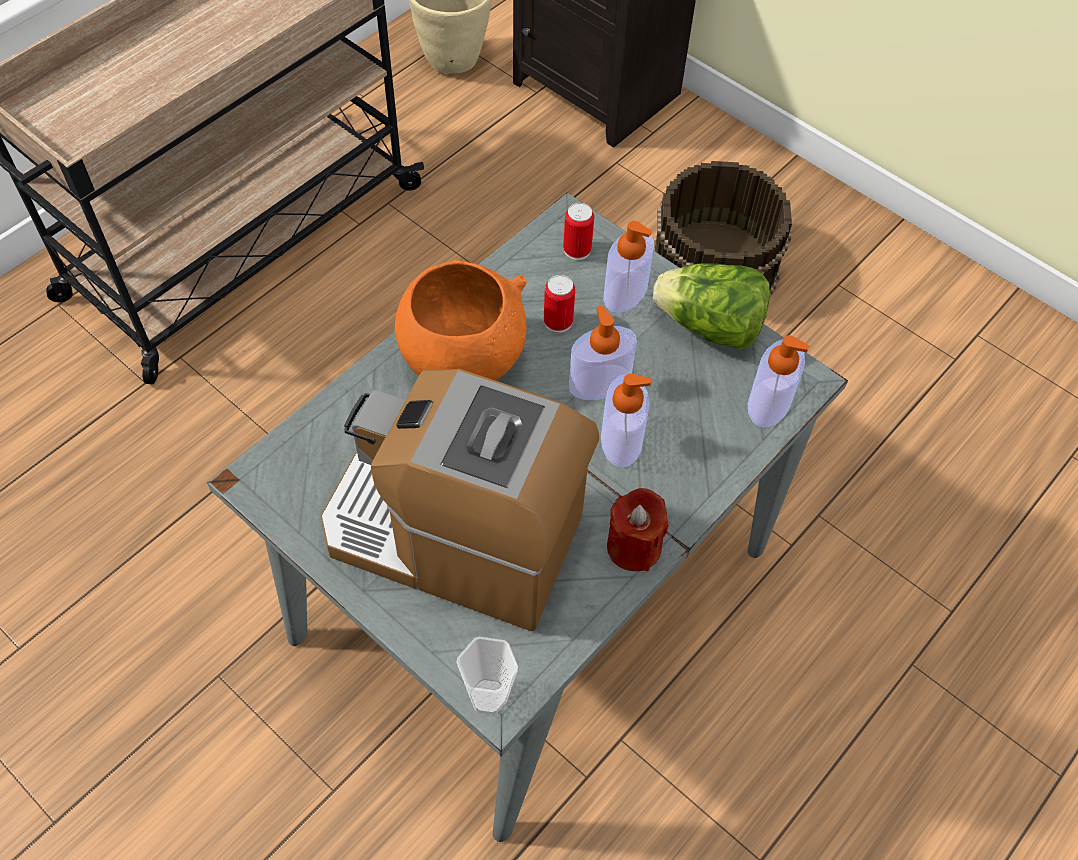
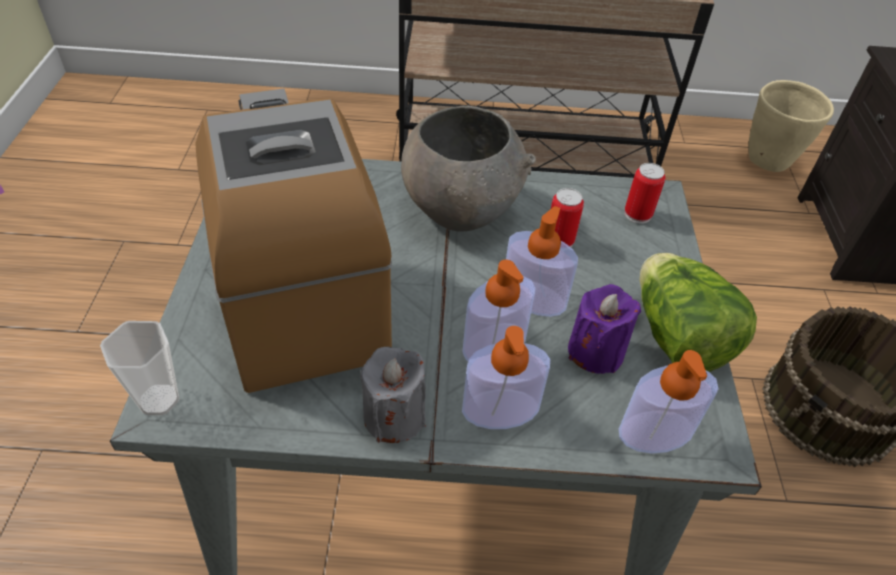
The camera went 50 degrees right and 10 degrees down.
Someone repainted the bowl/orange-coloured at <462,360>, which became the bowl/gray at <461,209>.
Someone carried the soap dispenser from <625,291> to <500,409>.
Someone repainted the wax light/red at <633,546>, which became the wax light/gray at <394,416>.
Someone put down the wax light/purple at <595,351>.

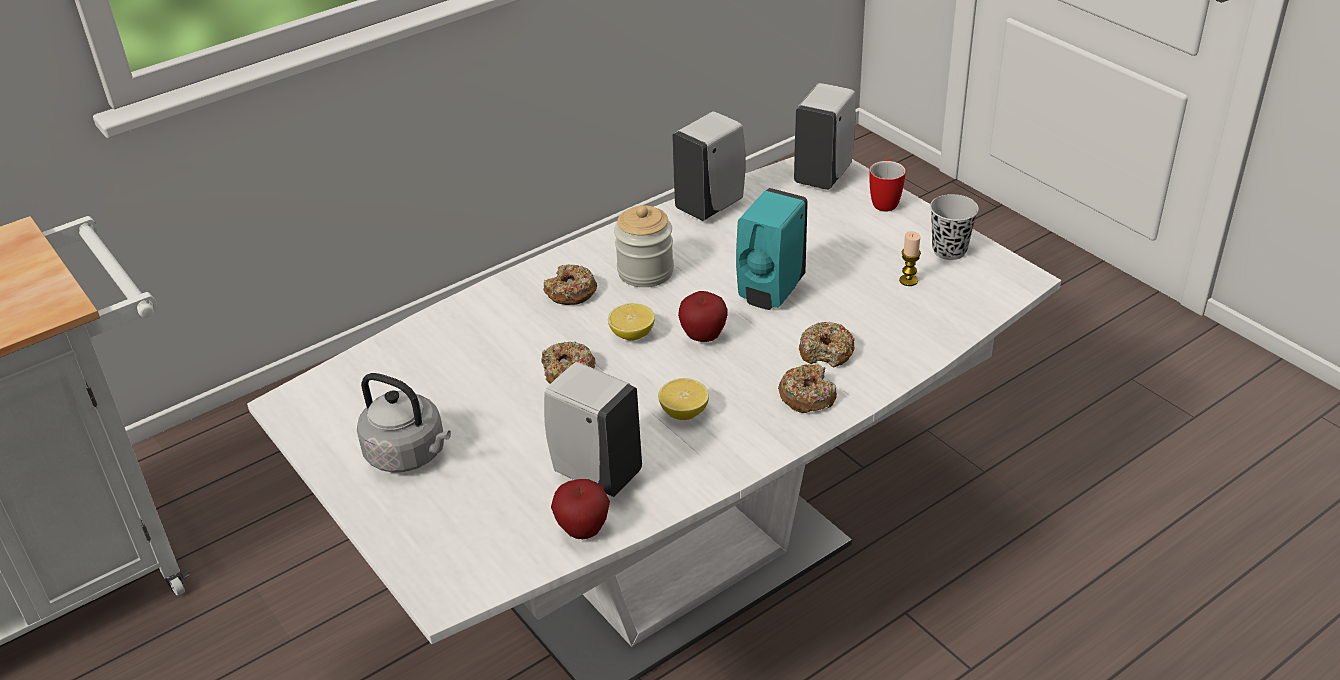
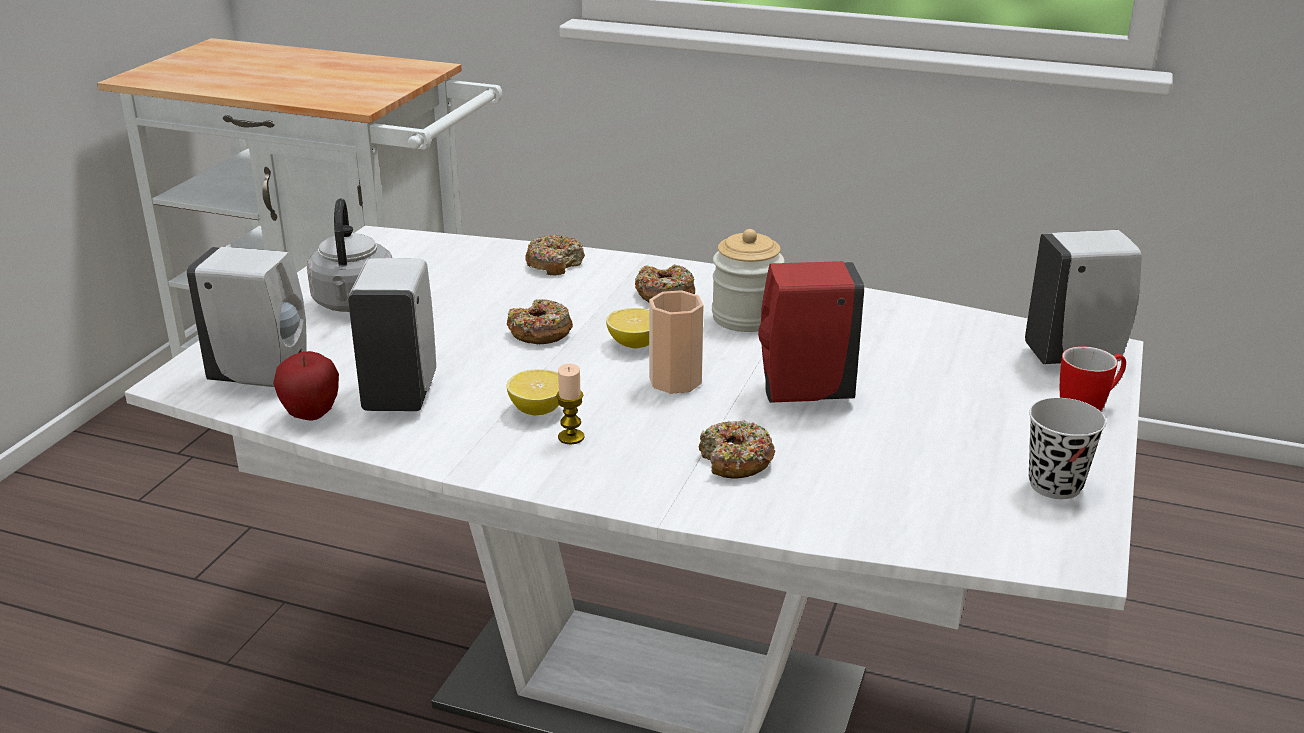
The camera went 55 degrees right and 10 degrees down.
Someone carried the soap dispenser/white from <712,205> to <264,378>.
Someone swapped the apple fruit at <703,337> for the small cup at <675,381>.
Someone repainted the soap dispenser/turquoise-coloured at <770,293>, which became the soap dispenser/red at <801,394>.
Someone carried the donut from <807,396> to <554,264>.
Someone carried the wax light from <908,280> to <571,437>.

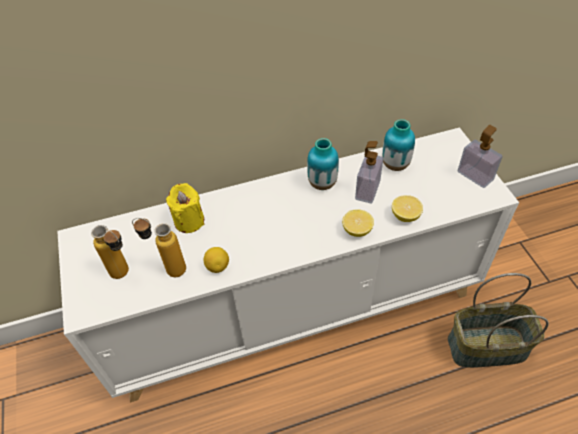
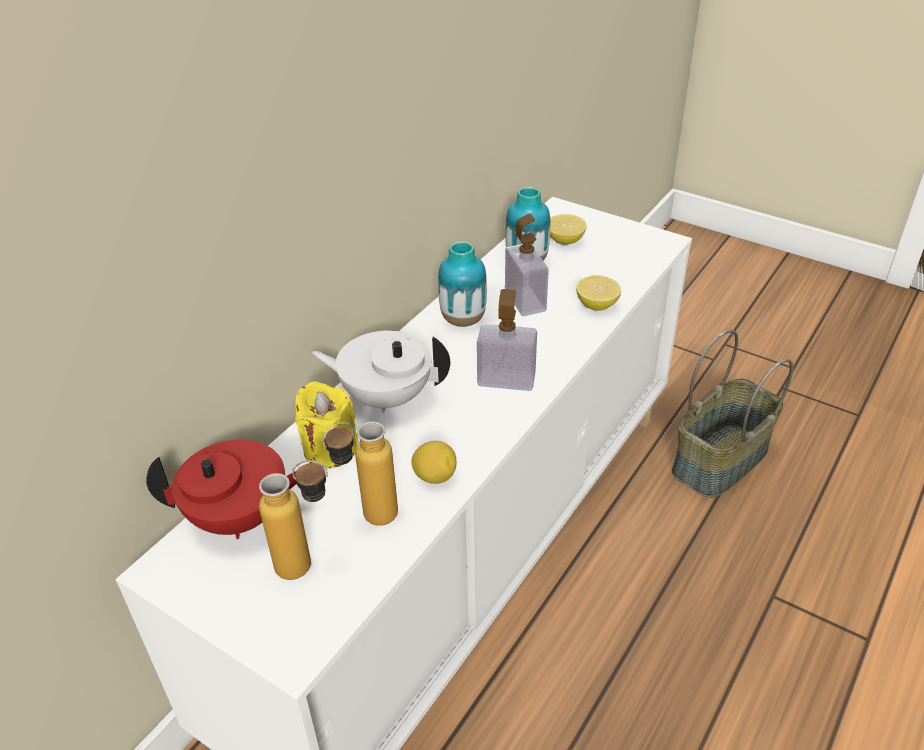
The camera went 40 degrees left and 10 degrees down.
Someone carried the lemon from <357,230> to <565,241>.
Someone carried the soap dispenser from <475,176> to <506,379>.
Someone put down the pot for tea/red at <241,517>.
Someone put down the pot for tea/white at <386,396>.

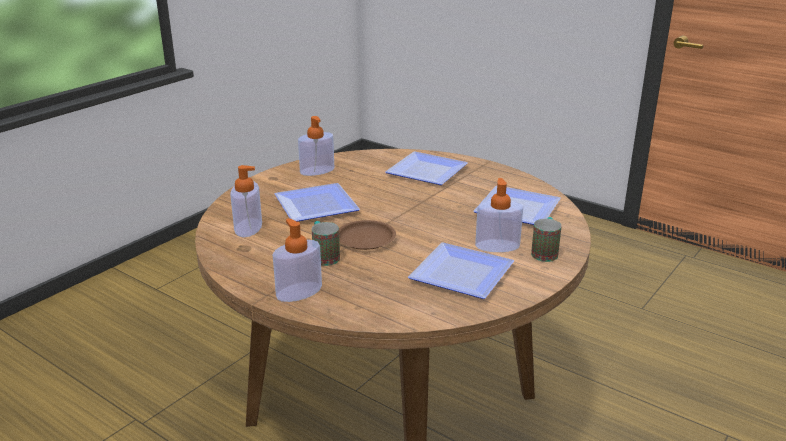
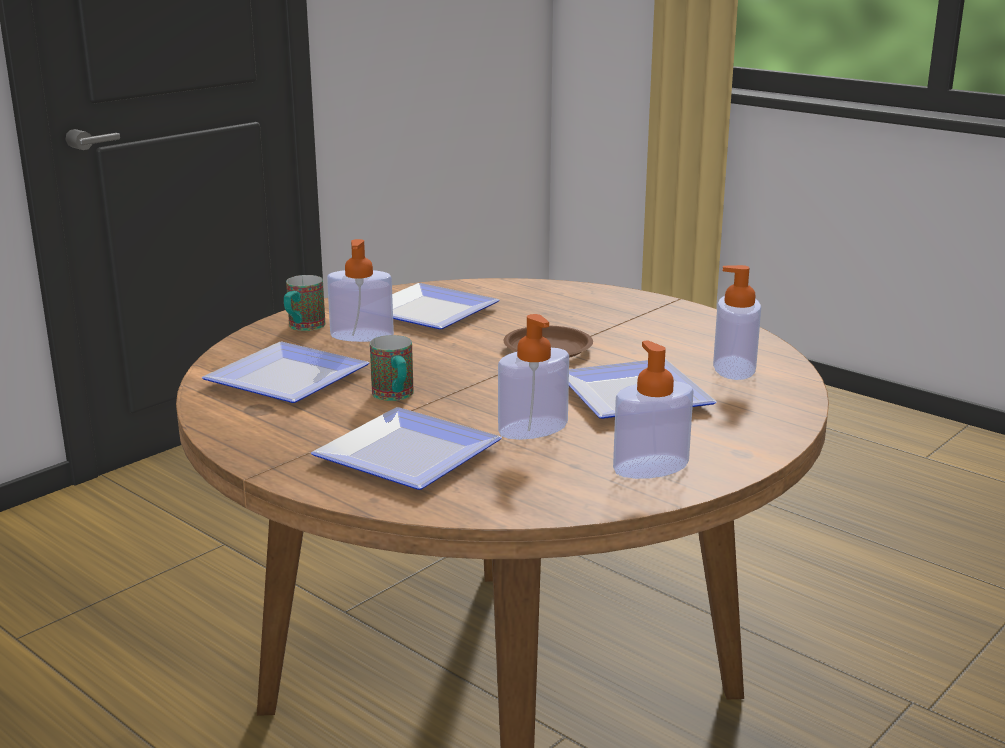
The camera went 175 degrees left and 5 degrees down.
Someone carried the soap dispenser from <299,292> to <533,428>.
Someone carried the tea mug from <324,256> to <395,396>.

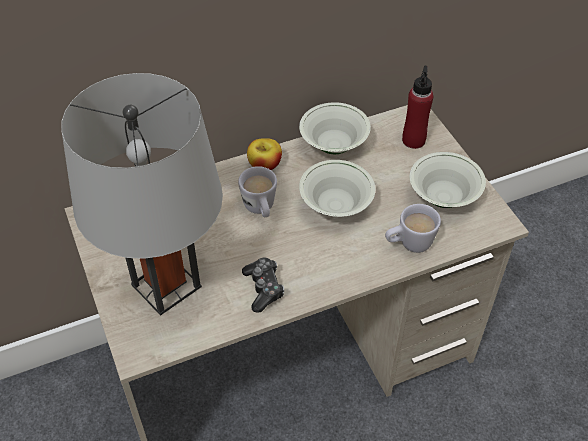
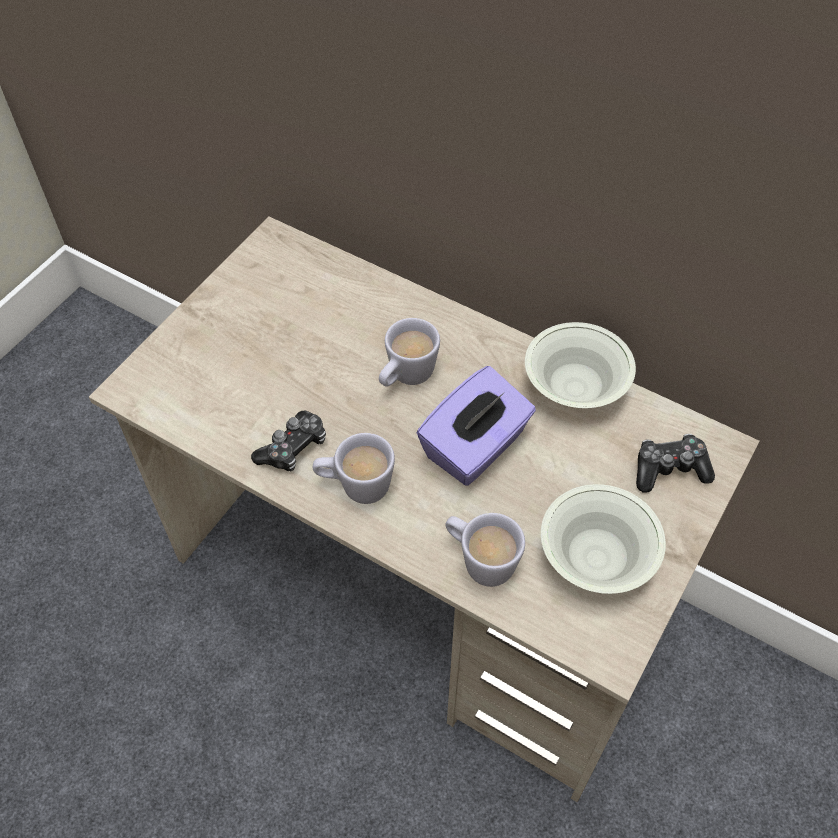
The camera went 55 degrees right and 5 degrees up.
Someone took away the table lamp/gray at <166,286>.
Someone took away the apple fruit at <264,165>.
Someone swapped the bowl/white at <335,206> for the box of tissues/purple at <475,447>.
Someone swapped the drink bottle/red at <413,140> for the gamepad at <669,469>.
Someone put down the tea mug/white at <355,486>.

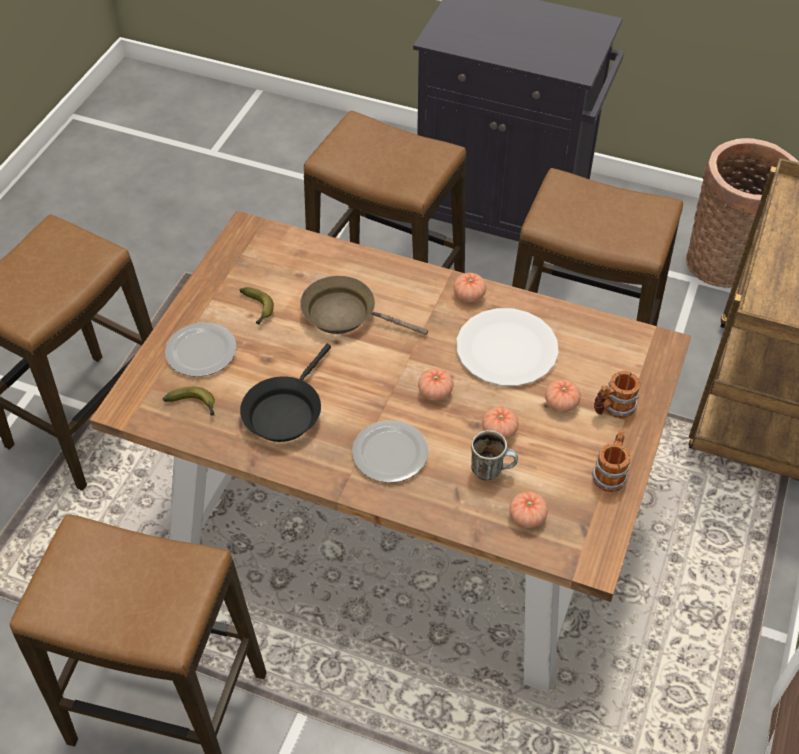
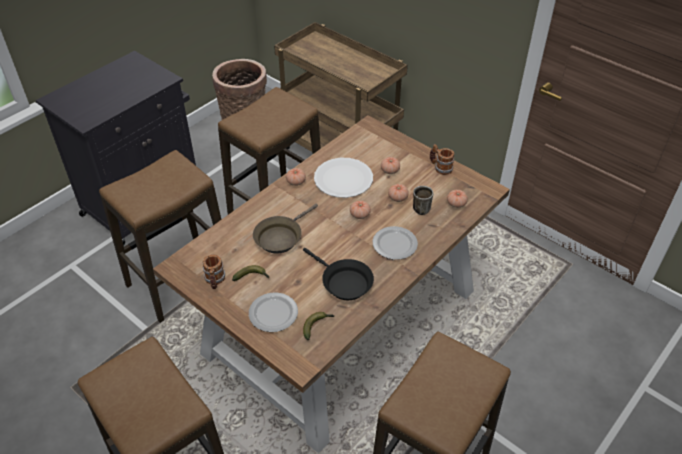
The camera went 70 degrees left and 5 degrees down.
Someone carried the tea mug from <613,408> to <215,281>.

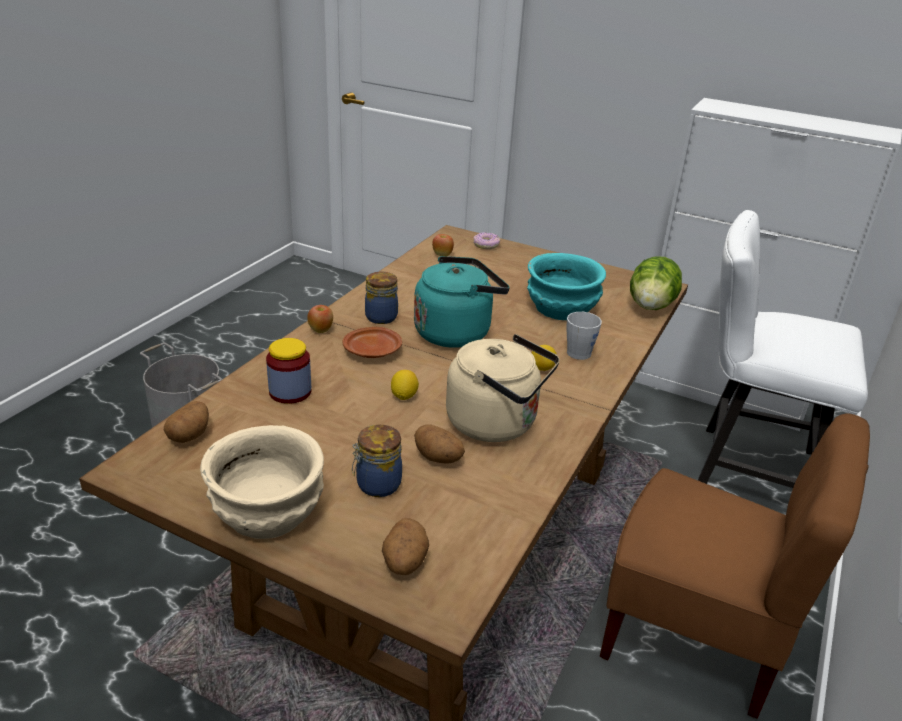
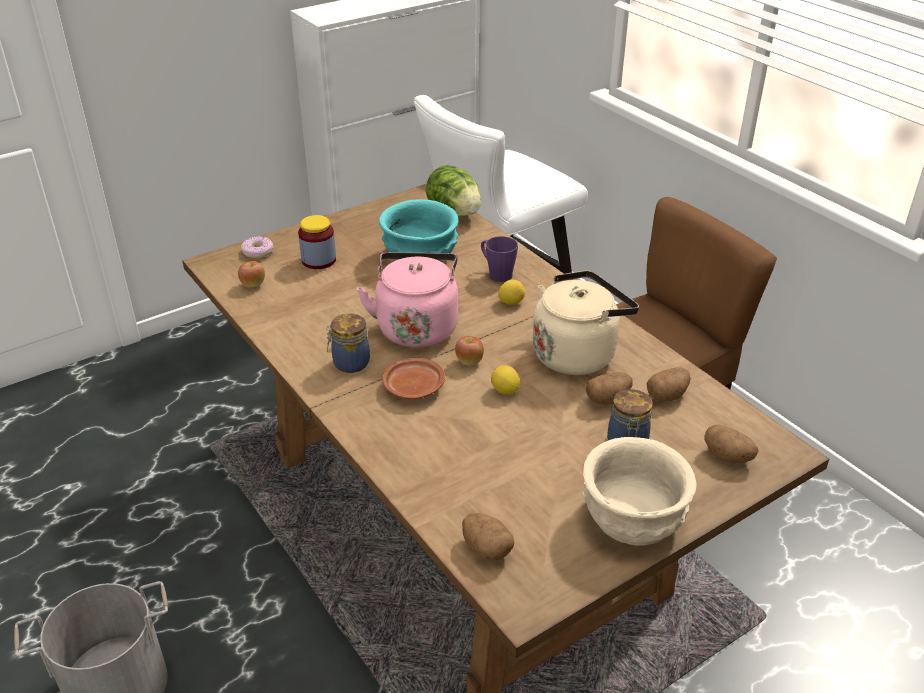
The camera went 60 degrees left and 5 degrees up.
Someone carried the storage jar from <290,392> to <319,260>.
Someone carried the apple fruit from <321,330> to <469,362>.
Someone repainted the tea kettle/turquoise-coloured at <456,332>, which became the tea kettle/pink-coloured at <417,327>.
Someone repainted the tea mug/gray at <579,350>, which became the tea mug/purple at <497,273>.
Someone put down the potato at <667,395>.

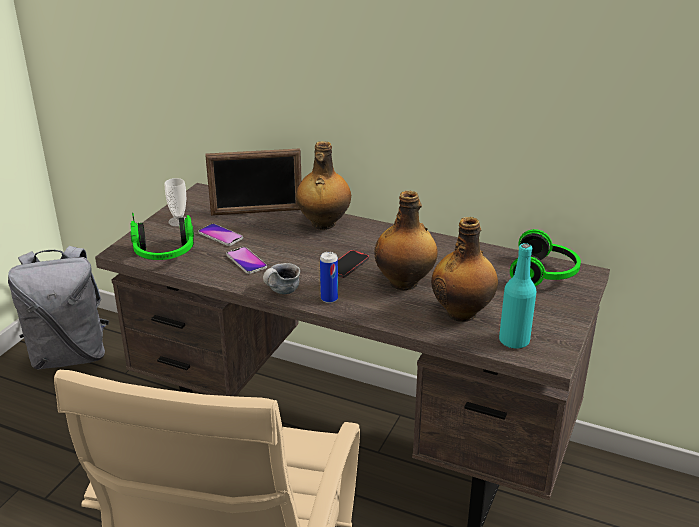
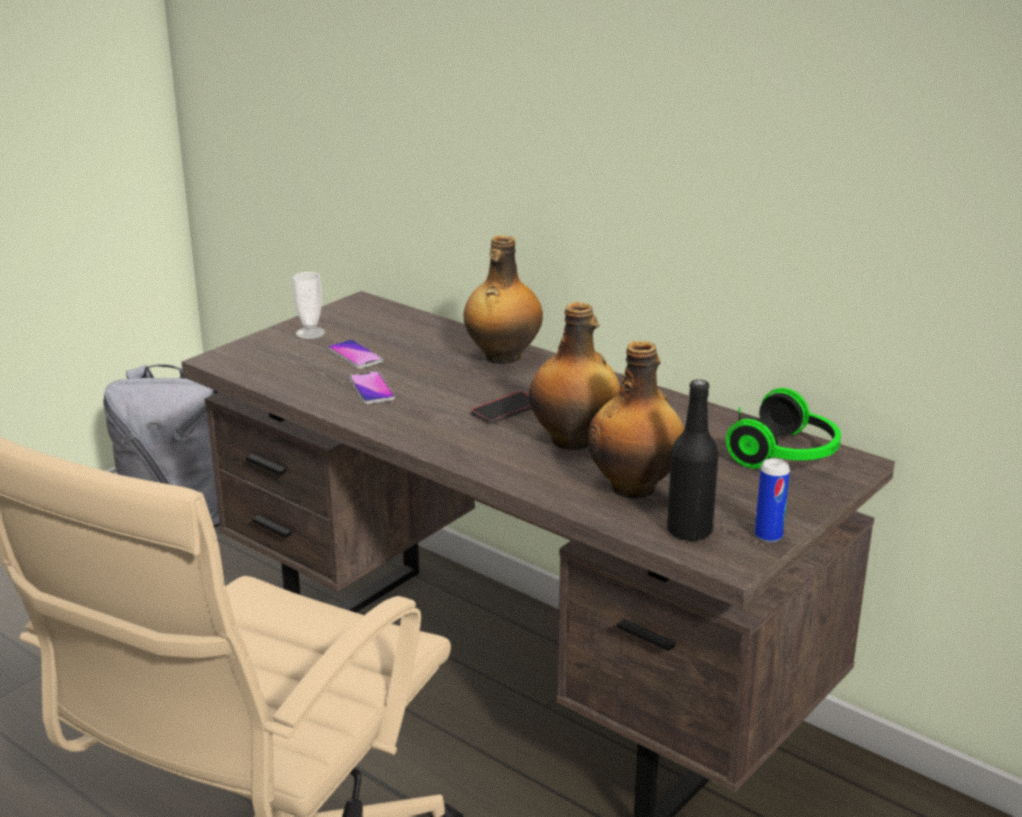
The camera went 15 degrees right and 5 degrees down.
Someone took away the pair of headphones at <164,255>.
Someone took away the picture frame at <257,212>.
Someone took away the tea mug at <282,292>.
Someone carried the sealed can from <329,299> to <768,536>.
Someone repainted the drink bottle/turquoise-coloured at <514,341>, which became the drink bottle/blackish at <689,531>.

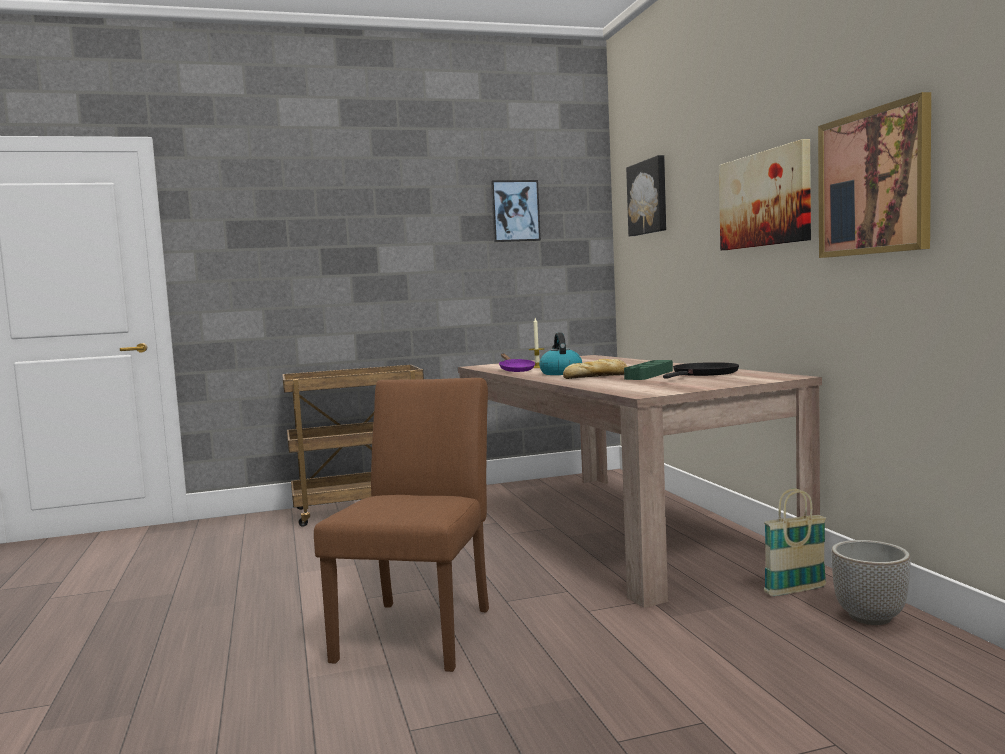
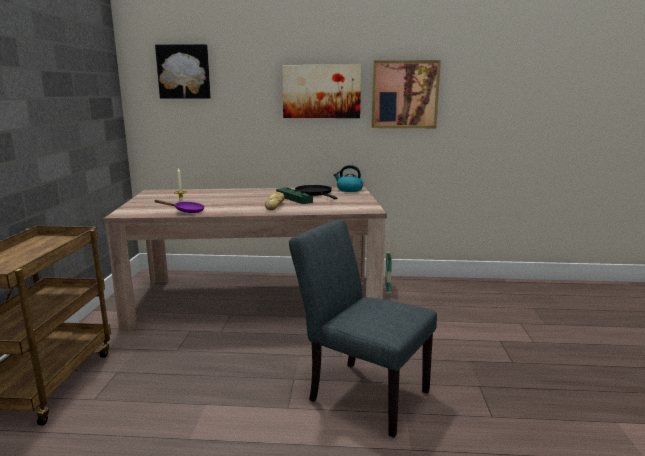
The camera went 70 degrees left and 10 degrees up.
Someone repainted the upright chair/brown-coloured at <421,628>, which became the upright chair/gray at <361,392>.
Someone took away the wall picture at <515,211>.
Someone carried the tea kettle from <560,373> to <349,190>.
Someone took away the planter at <871,617>.

